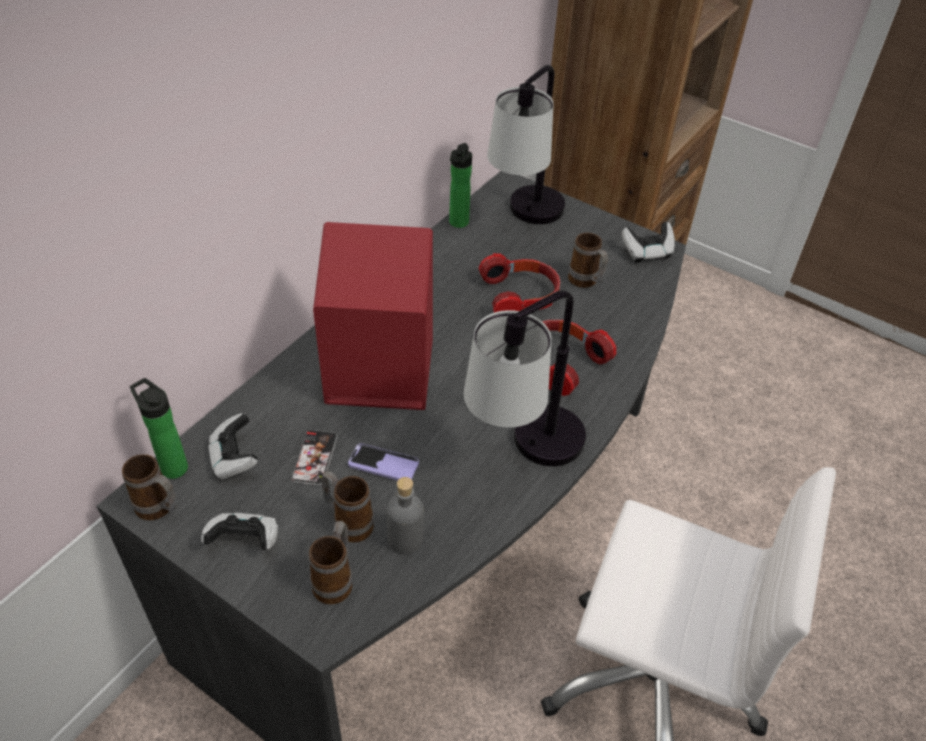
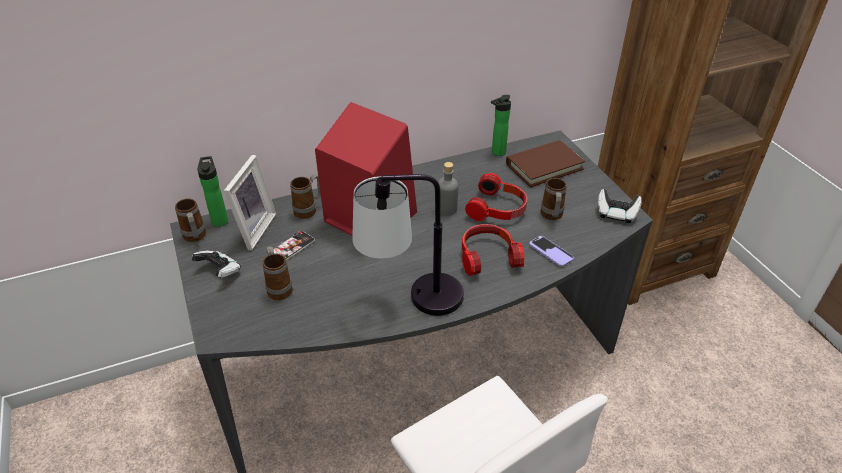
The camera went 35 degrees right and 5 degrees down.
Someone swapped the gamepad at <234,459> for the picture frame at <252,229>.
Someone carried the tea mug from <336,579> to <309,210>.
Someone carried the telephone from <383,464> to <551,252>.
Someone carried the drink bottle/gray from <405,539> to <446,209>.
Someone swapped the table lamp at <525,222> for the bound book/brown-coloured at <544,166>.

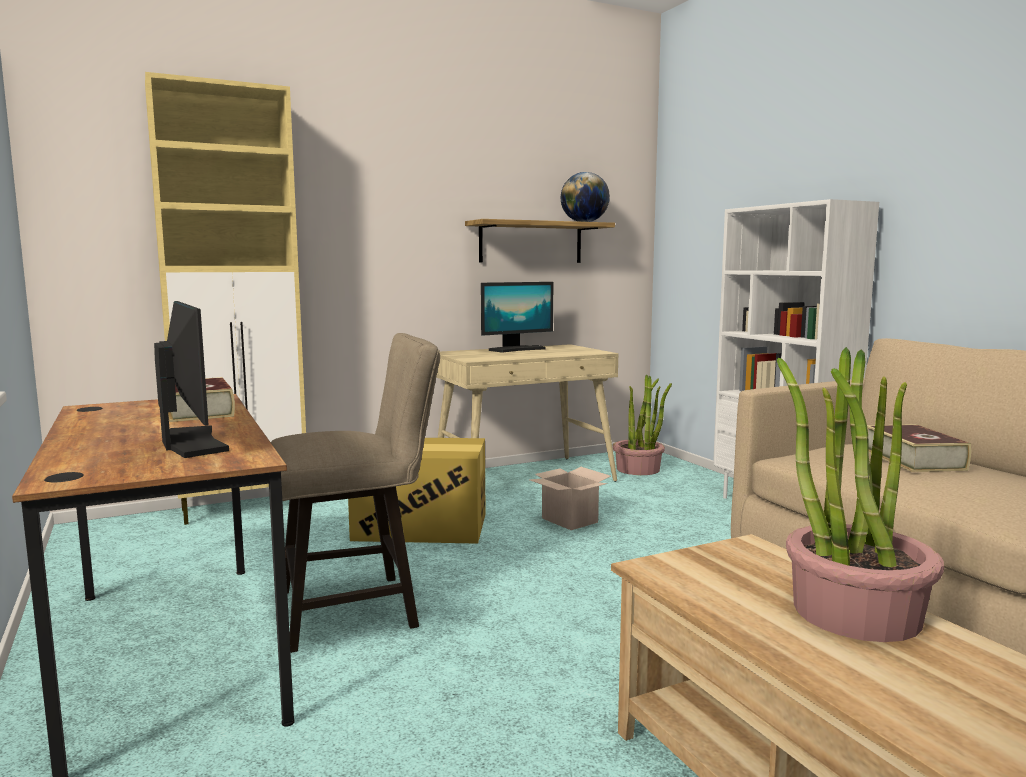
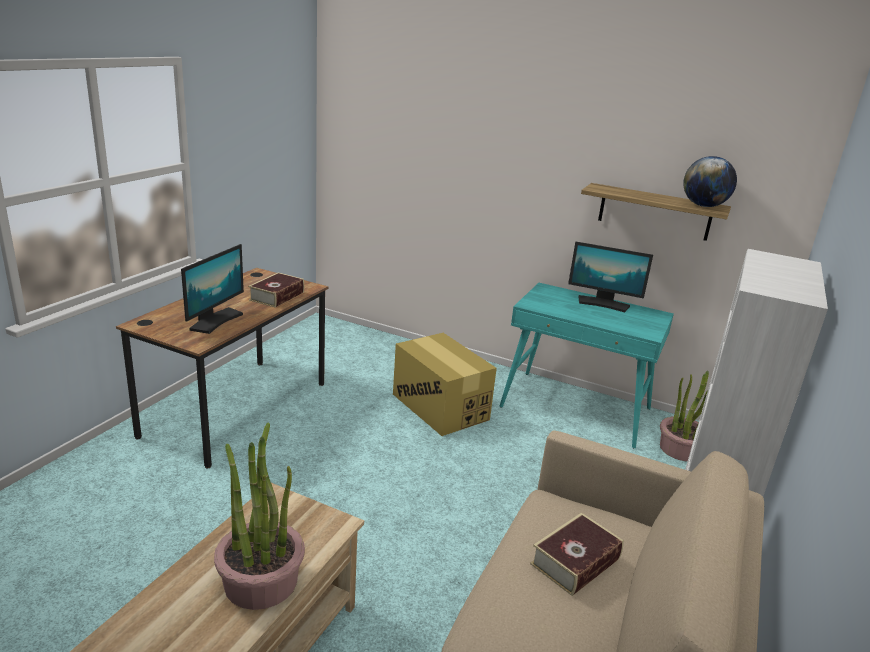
The camera went 50 degrees right and 15 degrees up.
Someone took away the cabinet/beige at <245,508>.
Someone took away the stool seat/beige at <359,608>.
Someone repainted the desk unit/beige at <524,478>, which became the desk unit/turquoise-coloured at <576,408>.
Someone took away the packing box at <568,520>.

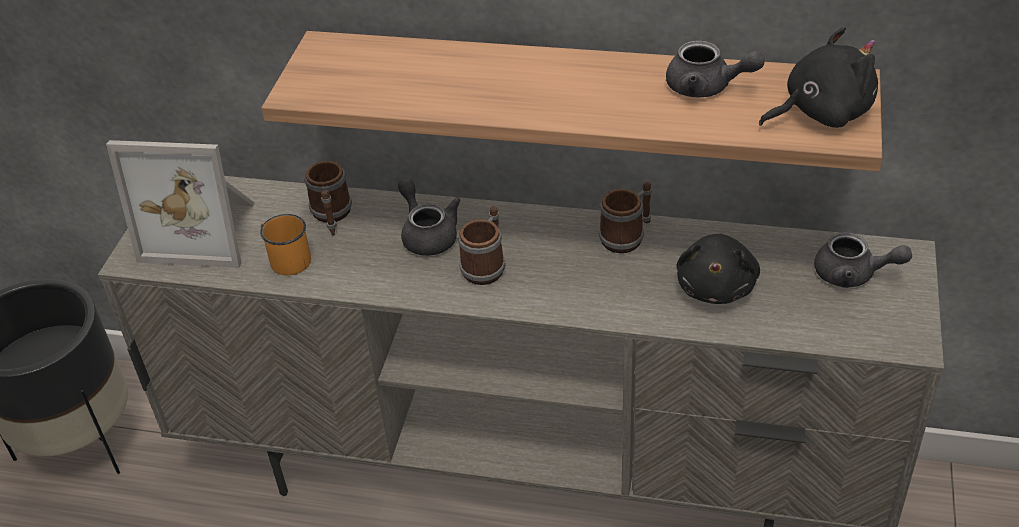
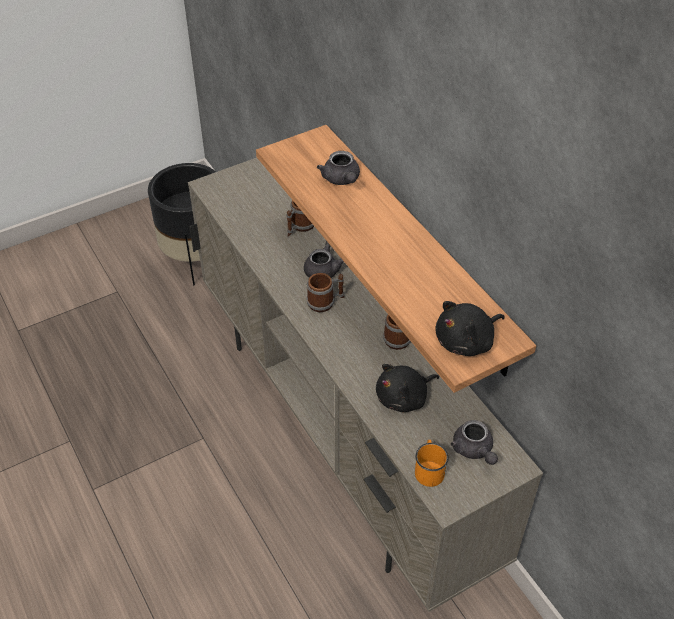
The camera went 45 degrees right and 5 degrees up.
Someone took away the picture frame at <204,230>.
Someone carried the tea mug/orange-coloured from <286,259> to <429,469>.
Someone carried the pot for tea/gray from <707,87> to <342,180>.
Someone rotated the plush toy/blackish at <821,112> by 120 degrees clockwise.

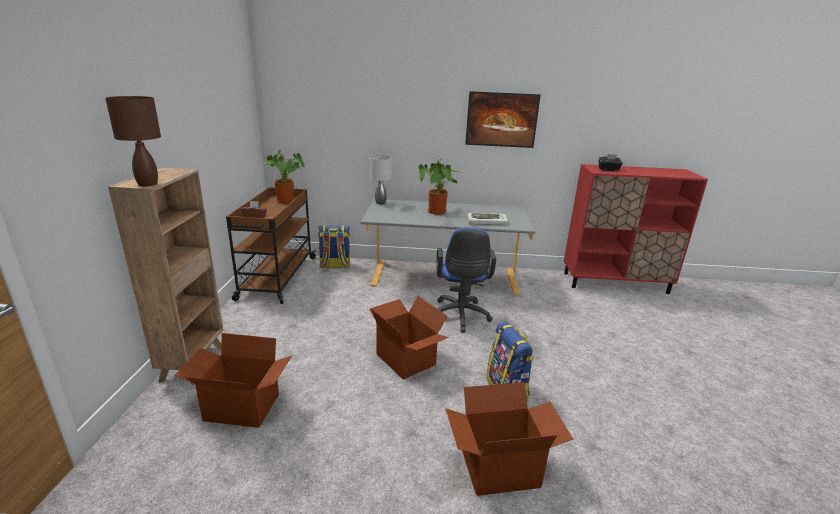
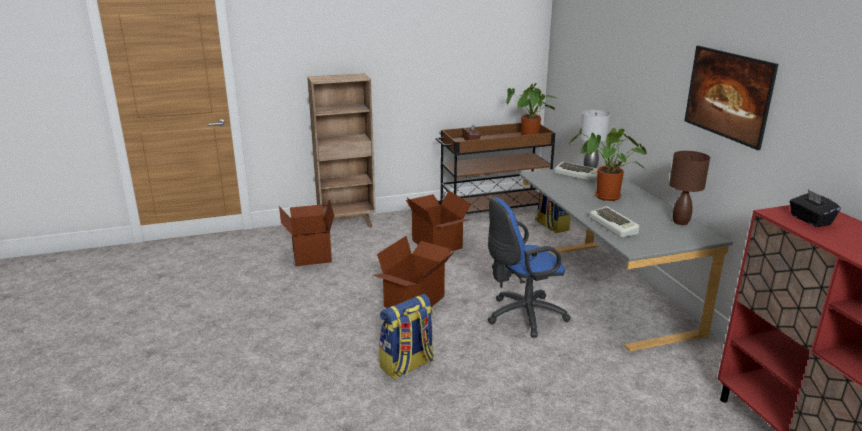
The camera went 70 degrees right and 0 degrees up.
Someone carried the table lamp/brown-coloured from <148,184> to <681,222>.
Someone carried the packing box from <499,467> to <437,244>.
Someone put down the keyboard at <578,175>.

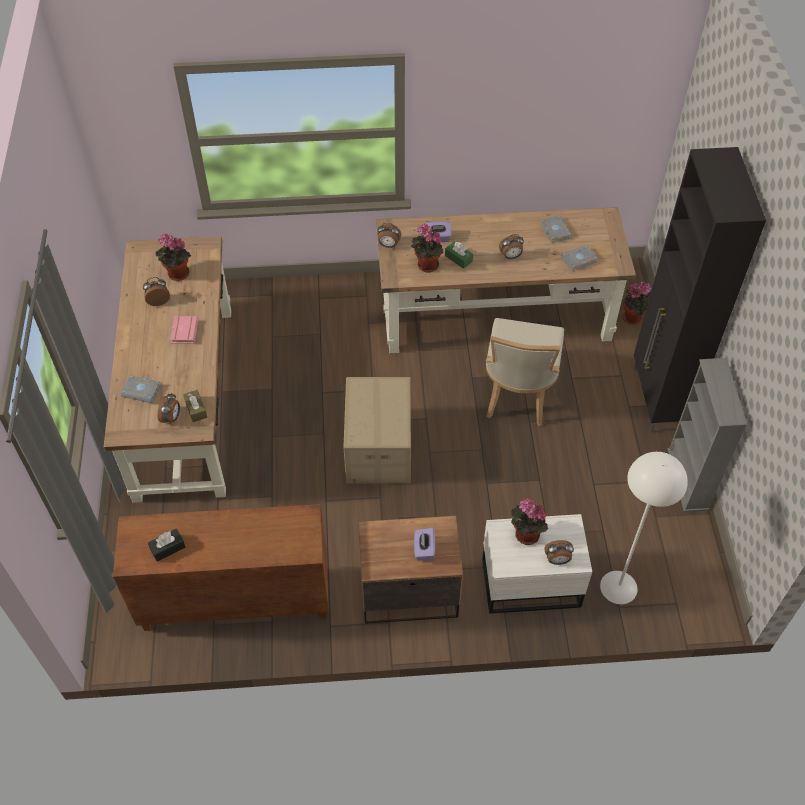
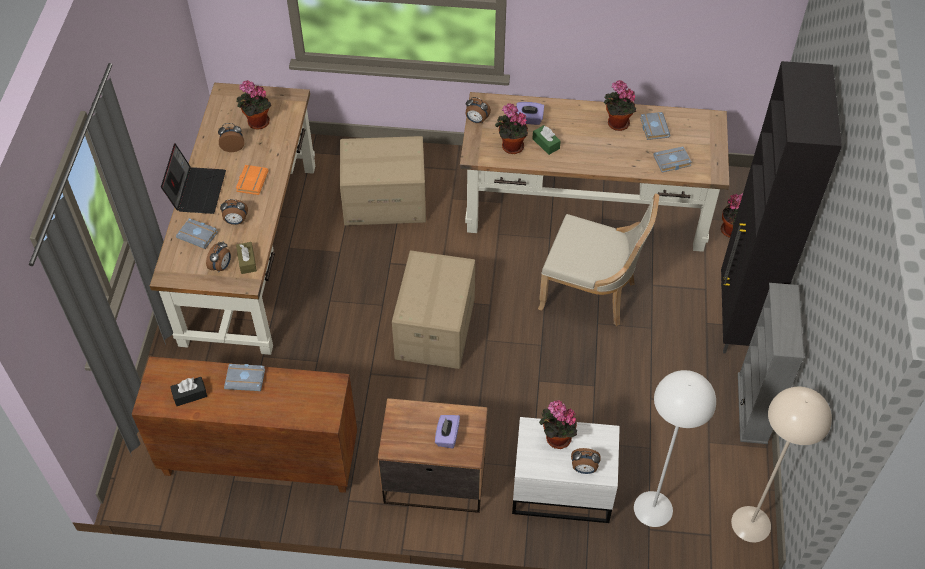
The camera went 10 degrees right and 0 degrees up.
Someone repainted the bound book/pink-coloured at <183,331>, which became the bound book/orange-coloured at <251,181>.
Someone rotated the upright chair/beige at <518,394> by 90 degrees counterclockwise.
Someone carried the table clock from <511,256> to <236,221>.
Someone put down the notebook computer at <197,190>.
Someone put down the bound book/gray at <246,378>.
Someone put down the packing box at <385,200>.
Someone put down the houseplant at <616,124>.
Someone put down the standing lamp/beige at <751,524>.

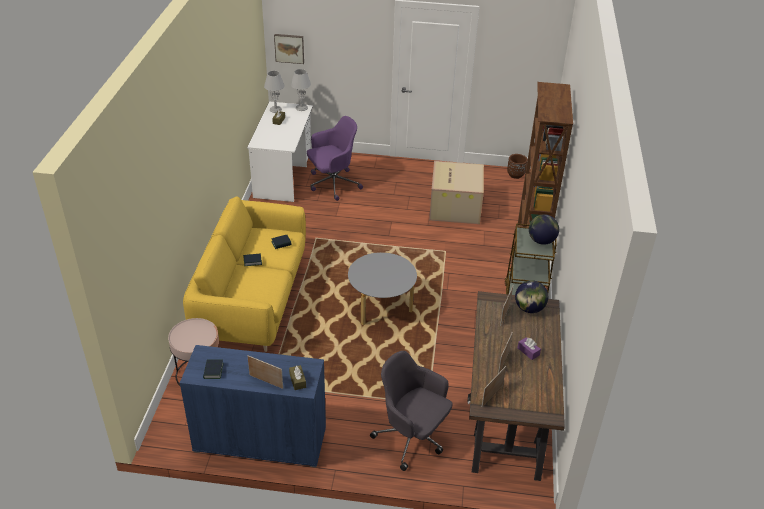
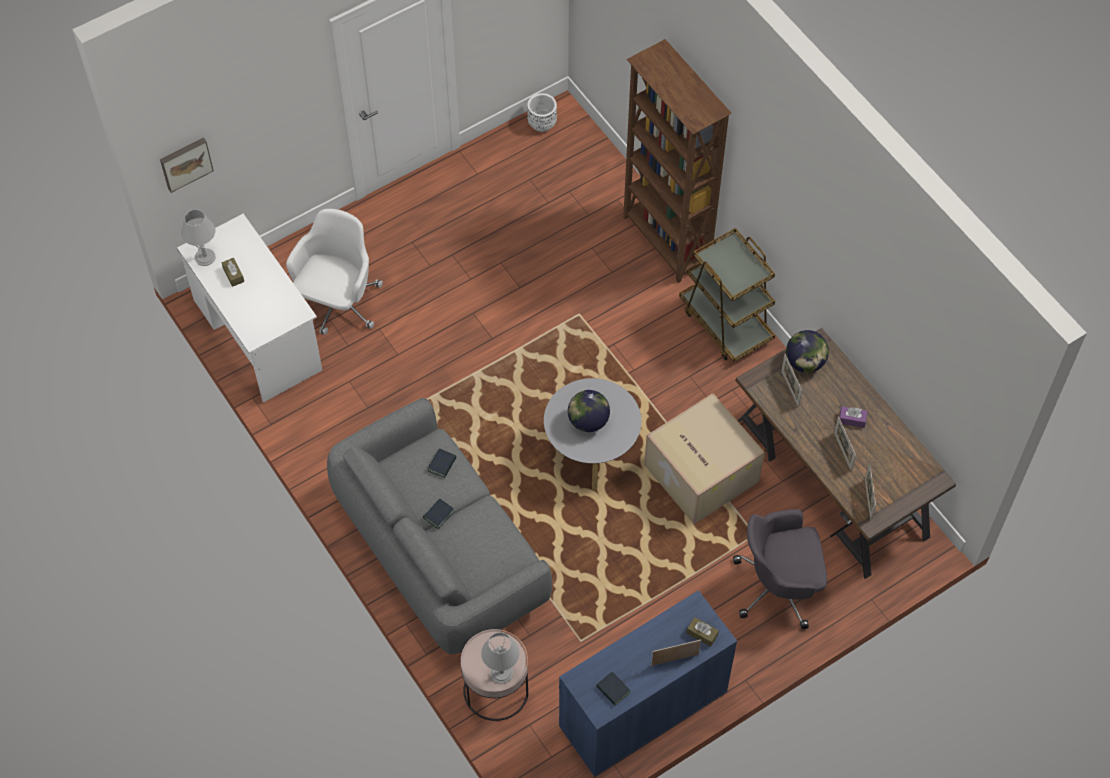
The camera went 40 degrees left and 20 degrees up.
Someone repainted the couch/yellow-coloured at <252,300>, which became the couch/gray at <440,552>.
Someone carried the table lamp/gray from <301,108> to <501,673>.
Someone repainted the computer chair/purple at <333,184>, which became the computer chair/white at <338,304>.
Someone carried the packing box from <454,206> to <699,473>.
Someone repainted the planter/brown-coloured at <515,175>, which became the planter/white at <542,123>.
Someone carried the globe from <541,241> to <588,421>.

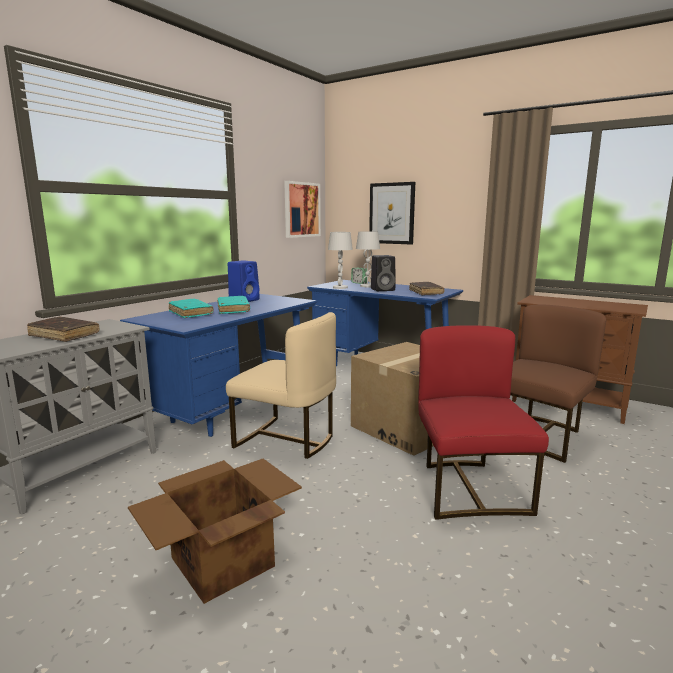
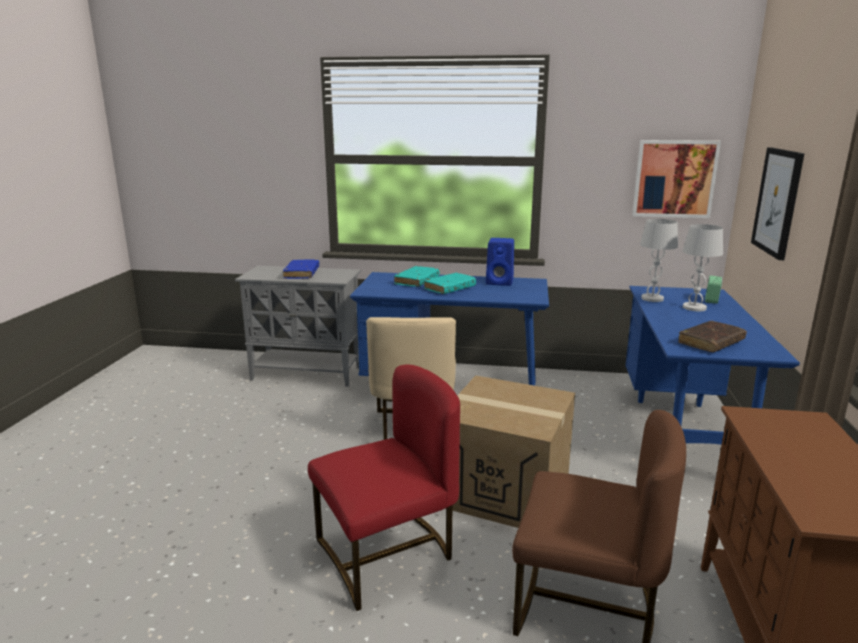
The camera went 65 degrees right and 5 degrees up.
Someone repainted the bound book/brown-coloured at <64,335>, which became the bound book/bluish at <301,274>.
Someone took away the packing box at <221,562>.
Someone took away the speaker/blackish at <383,289>.

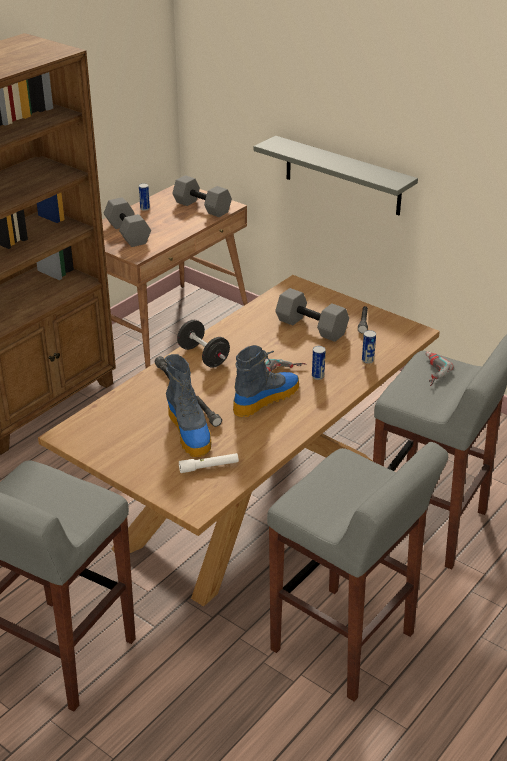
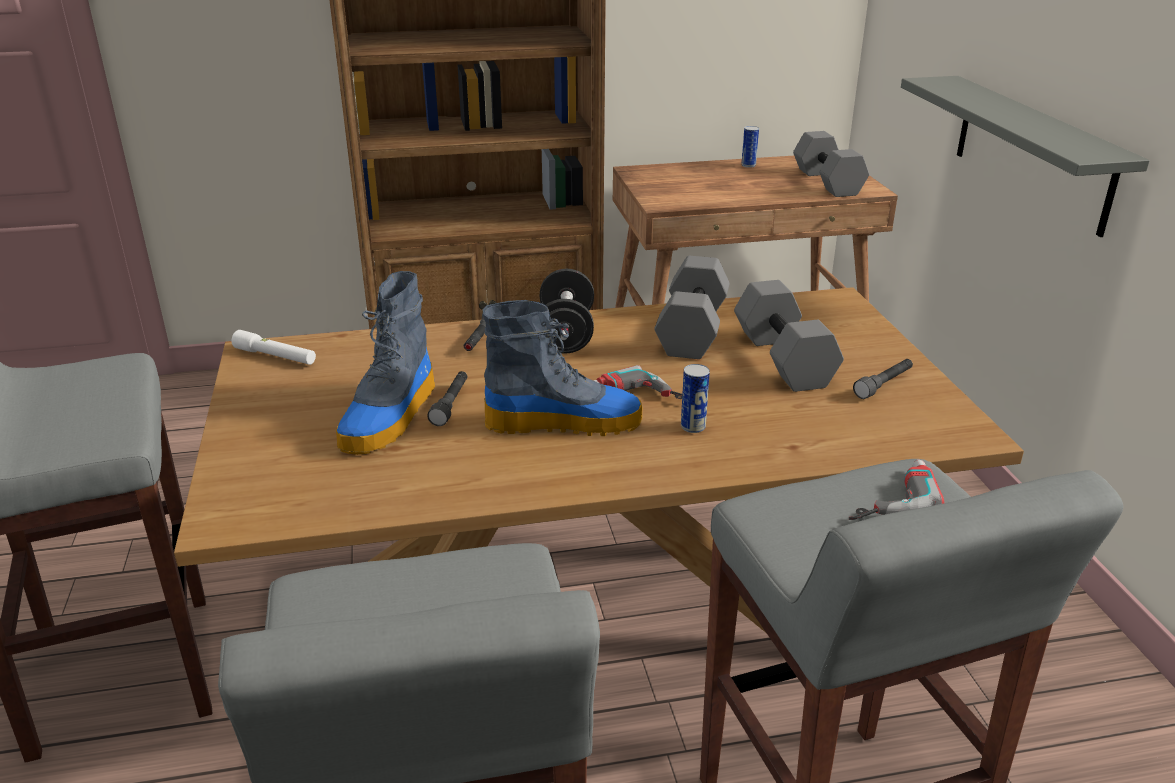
The camera went 40 degrees right and 5 degrees down.
Someone carried the dumbbell/gray from <126,233> to <690,329>.
Someone carried the flashlight/white from <209,467> to <275,356>.
Someone took away the sealed can at <367,360>.

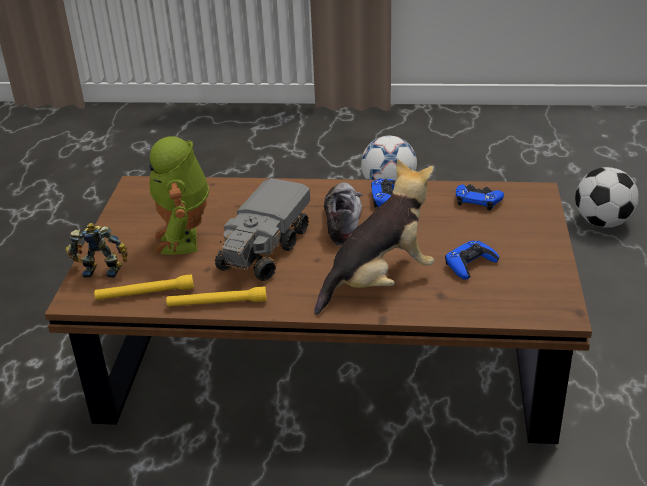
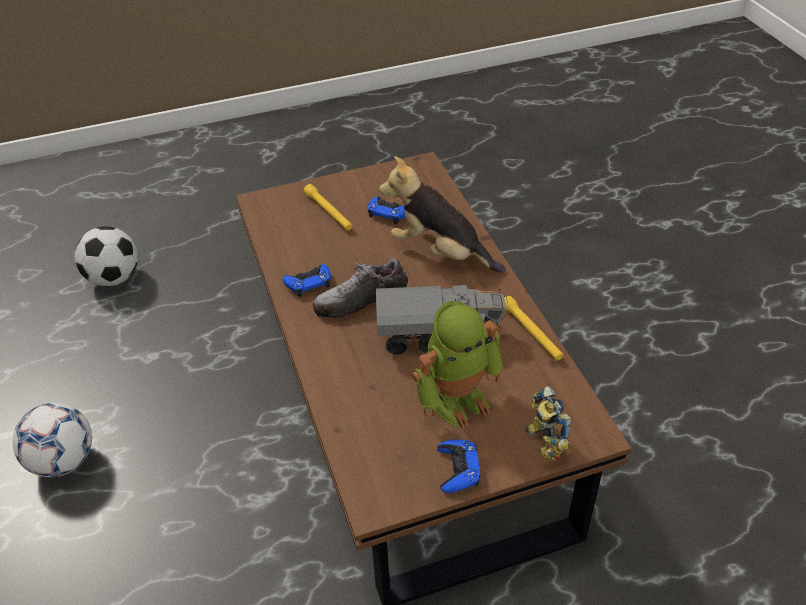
The camera went 115 degrees left and 10 degrees up.
Someone carried the flashlight/yellow-coloured from <145,294> to <328,212>.
Someone carried the gamepad/bluish from <477,200> to <458,469>.

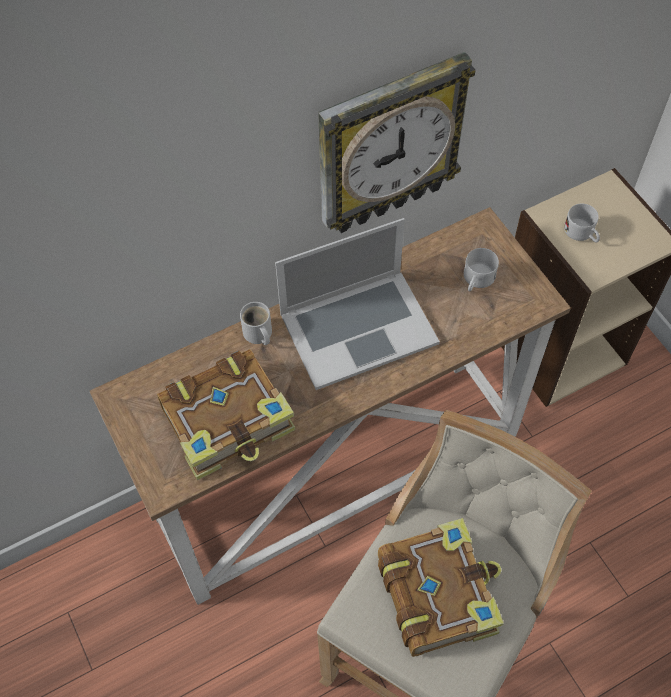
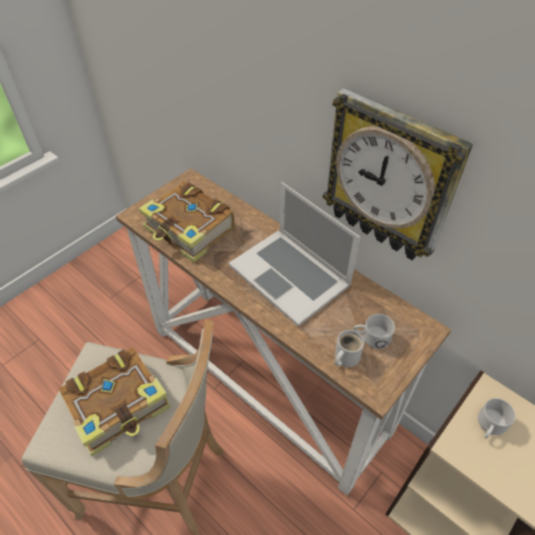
The camera went 70 degrees right and 10 degrees down.
Someone carried the tea mug/white from <257,334> to <345,357>.

